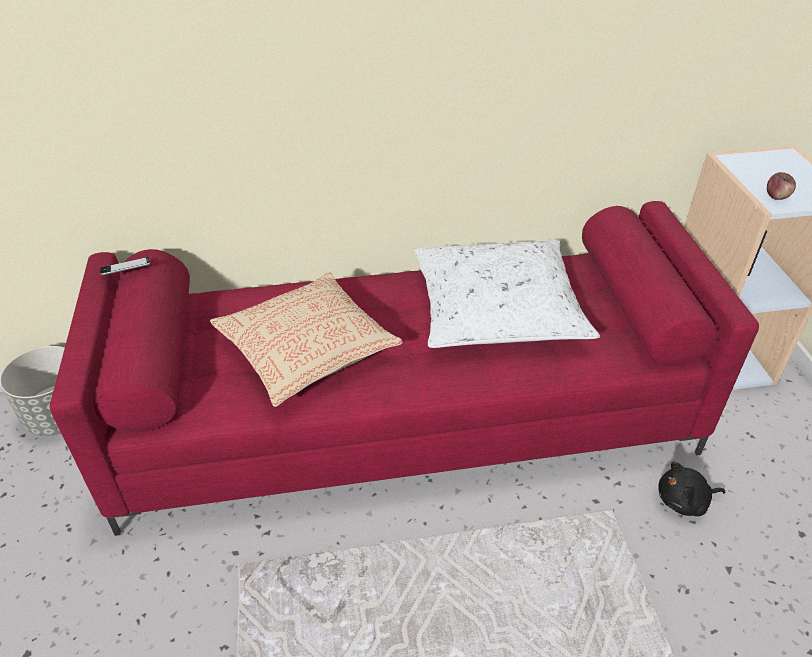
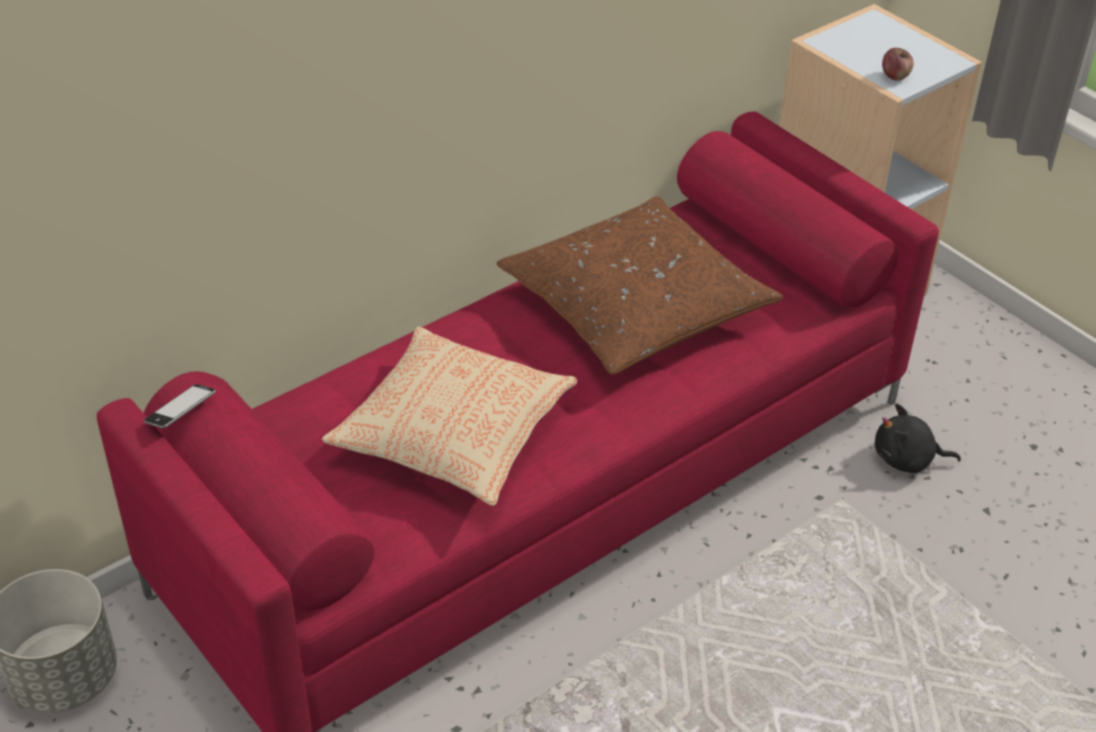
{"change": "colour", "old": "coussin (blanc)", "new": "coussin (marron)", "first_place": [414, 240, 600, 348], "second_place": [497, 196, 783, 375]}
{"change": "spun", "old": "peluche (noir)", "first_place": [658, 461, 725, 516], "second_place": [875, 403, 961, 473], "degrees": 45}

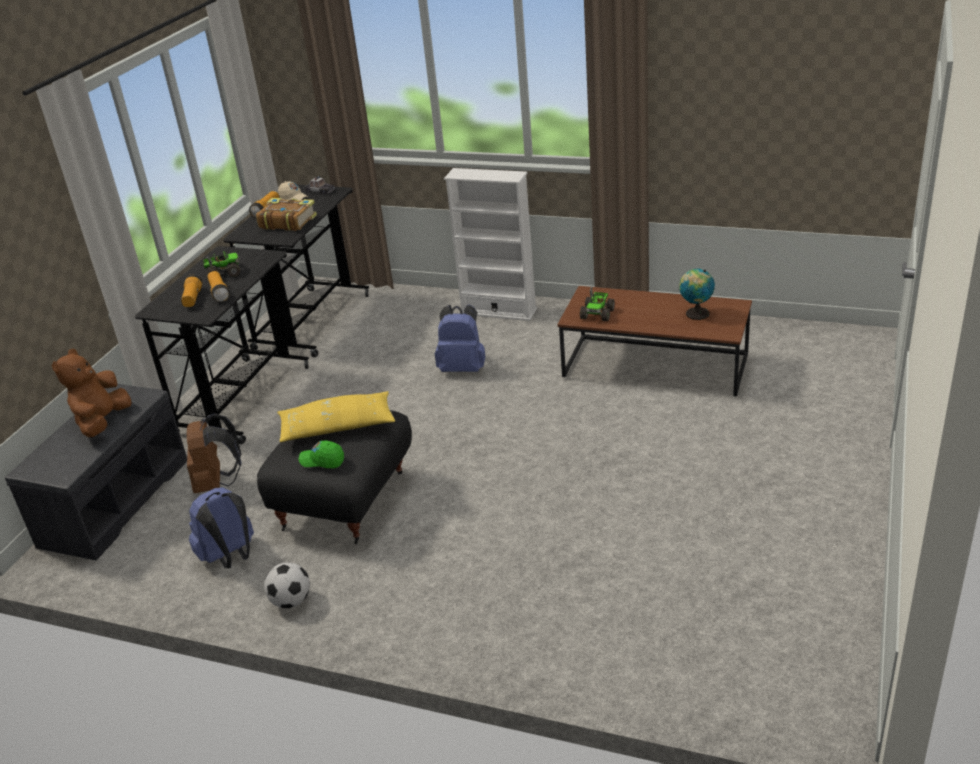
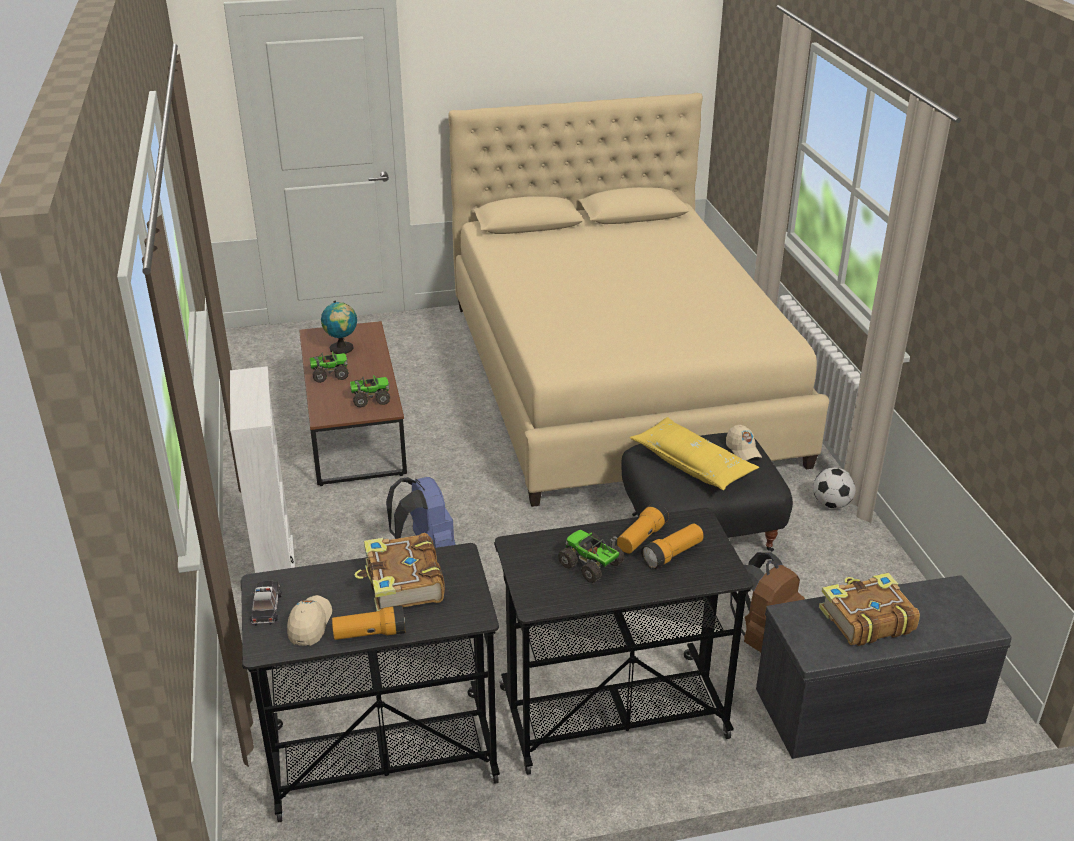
{"change": "exchanged", "old": "peluche (marron)", "new": "livre", "first_place": [52, 349, 132, 437], "second_place": [819, 573, 920, 646]}
{"change": "colour", "old": "casquette (vert)", "new": "casquette (beige)", "first_place": [299, 441, 344, 468], "second_place": [726, 425, 762, 461]}
{"change": "missing", "old": "sac à dos (bleu)", "first_place": [189, 487, 254, 568]}
{"change": "appeared", "new": "lit (beige)", "second_place": [448, 93, 829, 507]}
{"change": "appeared", "new": "camion jouet", "second_place": [309, 351, 349, 383]}

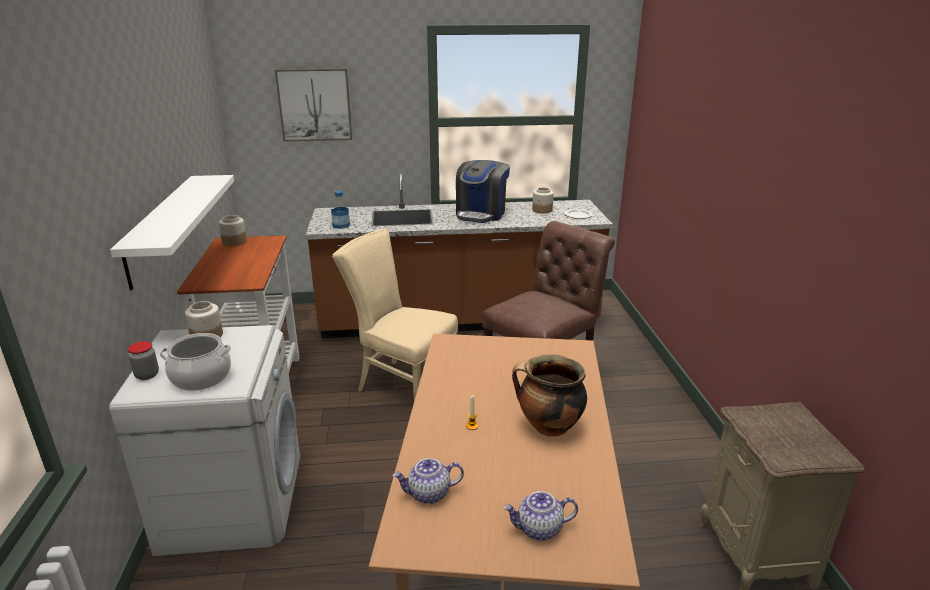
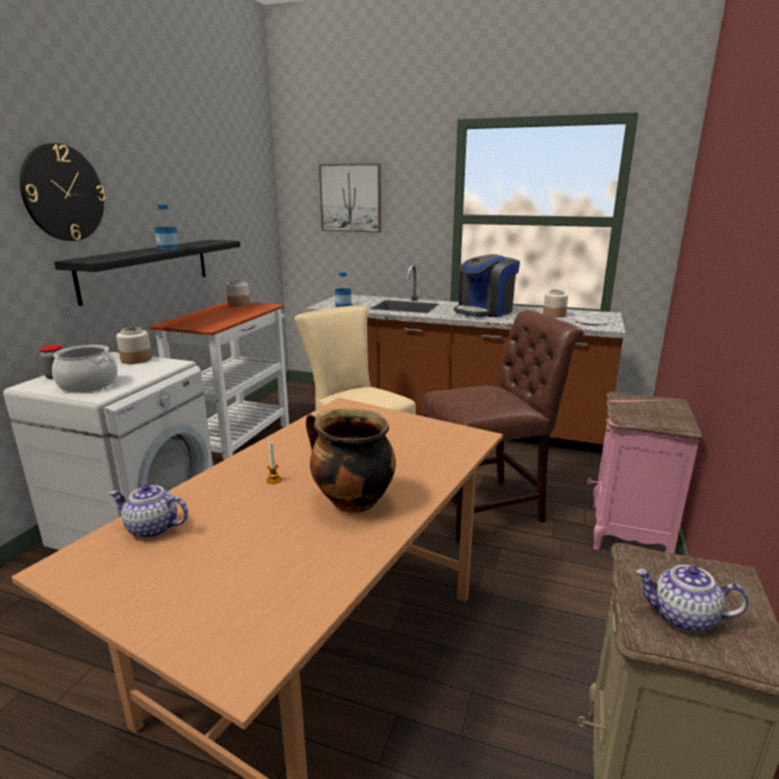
{"change": "colour", "old": "étagère (blanc)", "new": "étagère (noir)", "first_place": [110, 175, 234, 291], "second_place": [54, 240, 240, 306]}
{"change": "relocated", "old": "théière", "first_place": [503, 491, 578, 541], "second_place": [636, 565, 749, 633]}
{"change": "appeared", "new": "horloge murale", "second_place": [20, 143, 106, 241]}
{"change": "appeared", "new": "bouteille", "second_place": [154, 204, 179, 250]}
{"change": "appeared", "new": "table de chevet (rose)", "second_place": [587, 392, 702, 554]}

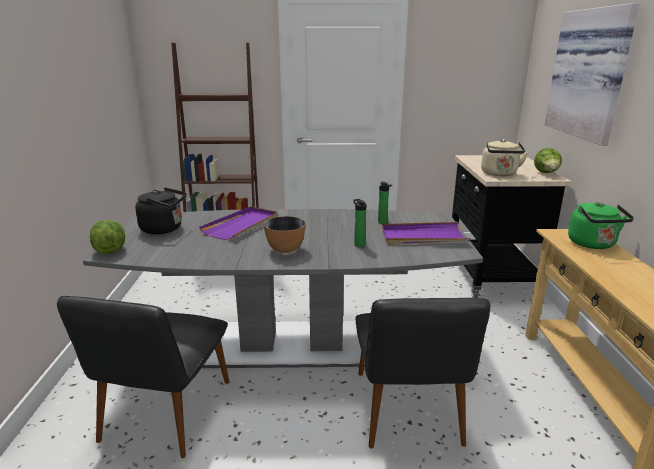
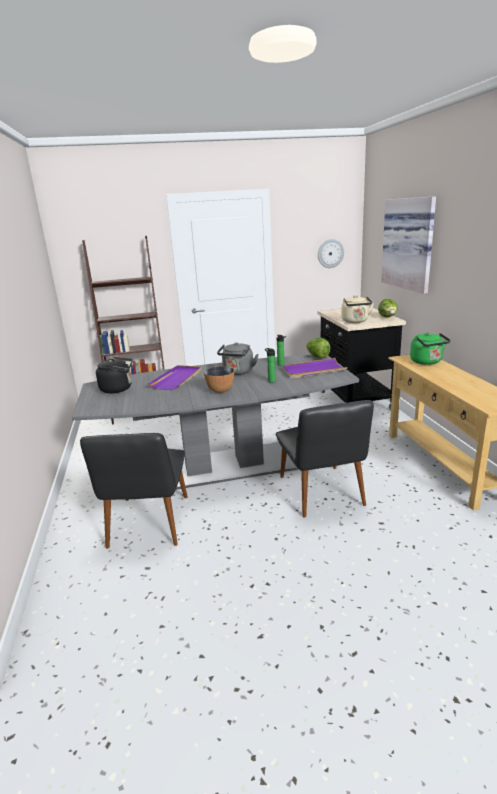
{"change": "relocated", "old": "laitue", "first_place": [90, 220, 125, 254], "second_place": [306, 338, 330, 358]}
{"change": "appeared", "new": "horloge murale", "second_place": [318, 239, 344, 268]}
{"change": "appeared", "new": "bouilloire (gris)", "second_place": [217, 342, 259, 375]}

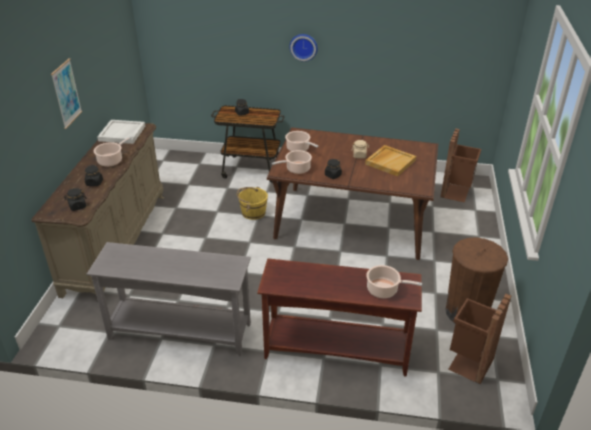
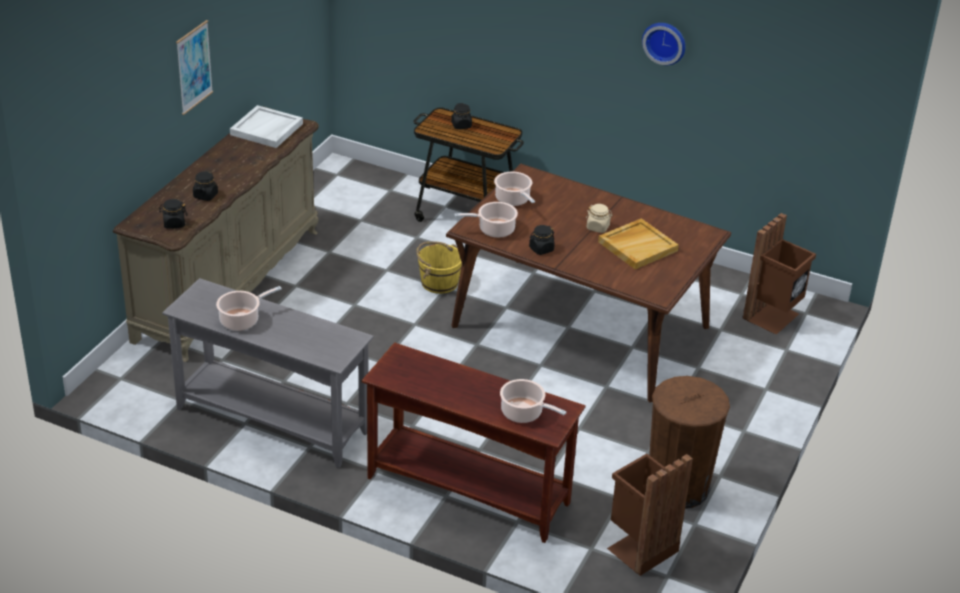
{"change": "relocated", "old": "horloge murale", "first_place": [290, 34, 318, 61], "second_place": [642, 23, 685, 65]}
{"change": "relocated", "old": "marmite", "first_place": [94, 136, 133, 167], "second_place": [216, 286, 282, 331]}

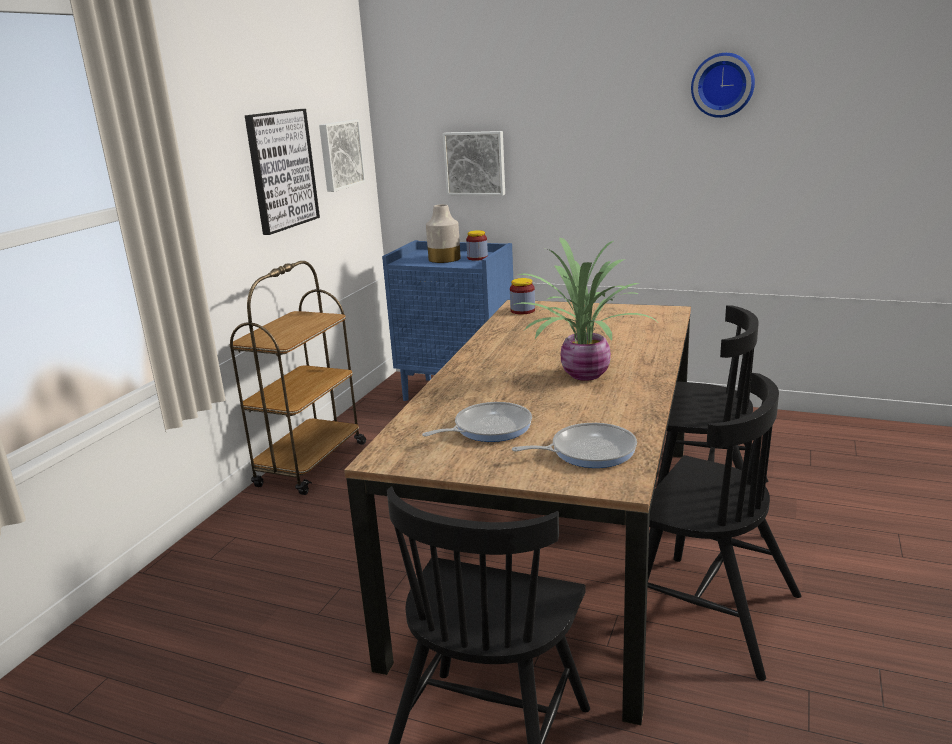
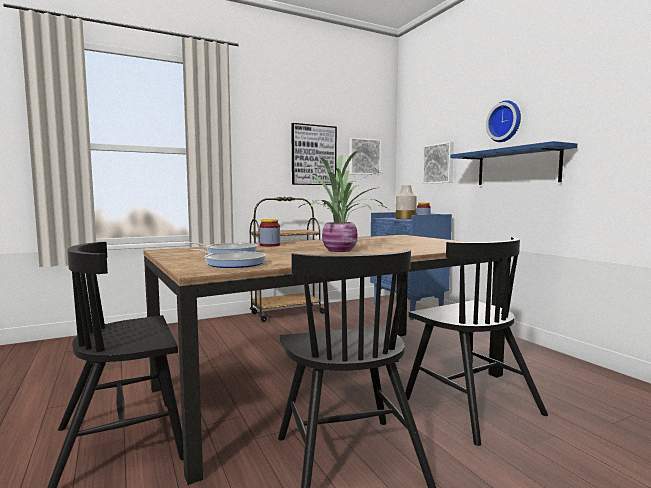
{"change": "relocated", "old": "horloge murale", "first_place": [691, 53, 755, 118], "second_place": [486, 100, 521, 142]}
{"change": "relocated", "old": "bocal", "first_place": [510, 278, 535, 314], "second_place": [259, 219, 280, 247]}
{"change": "appeared", "new": "étagère (bleu)", "second_place": [450, 141, 577, 185]}

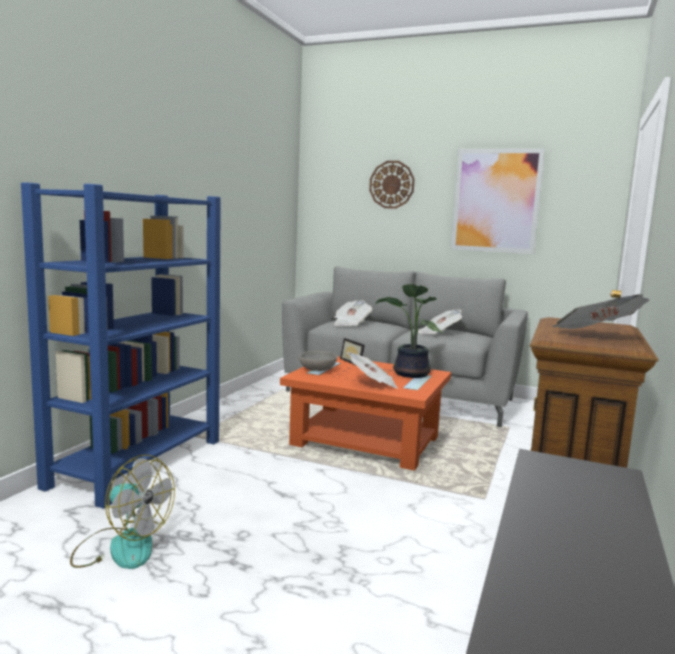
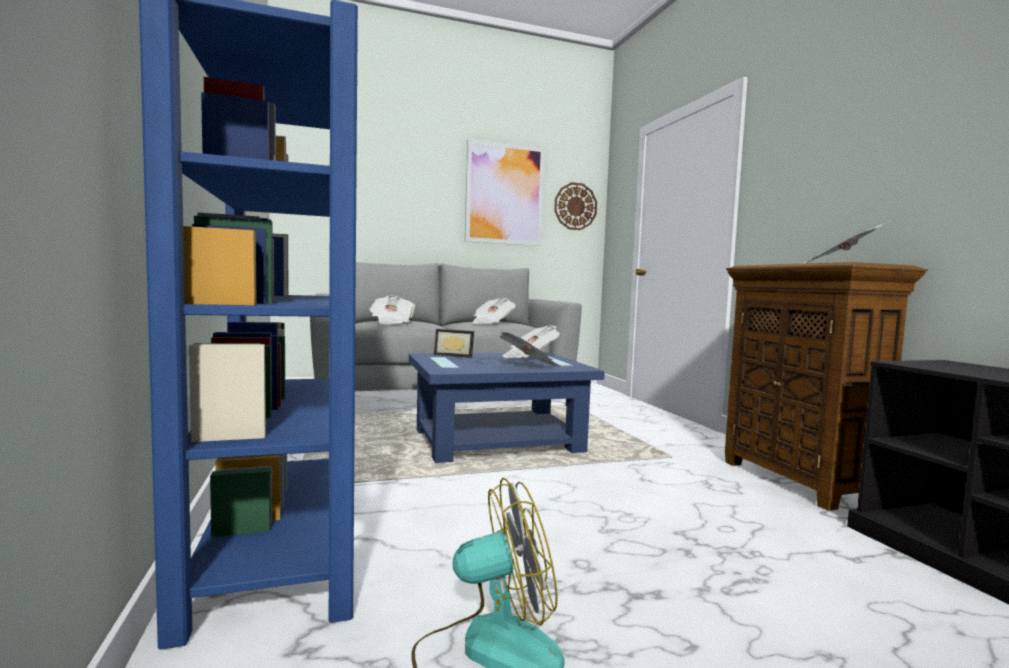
{"change": "relocated", "old": "horloge murale", "first_place": [369, 161, 415, 209], "second_place": [554, 182, 597, 230]}
{"change": "exchanged", "old": "plante en pot", "new": "journal", "first_place": [375, 284, 443, 378], "second_place": [502, 325, 560, 358]}
{"change": "missing", "old": "bol (gris)", "first_place": [299, 351, 338, 371]}
{"change": "colour", "old": "table basse (orange)", "new": "table basse (bleu)", "first_place": [280, 356, 451, 471], "second_place": [409, 353, 605, 463]}

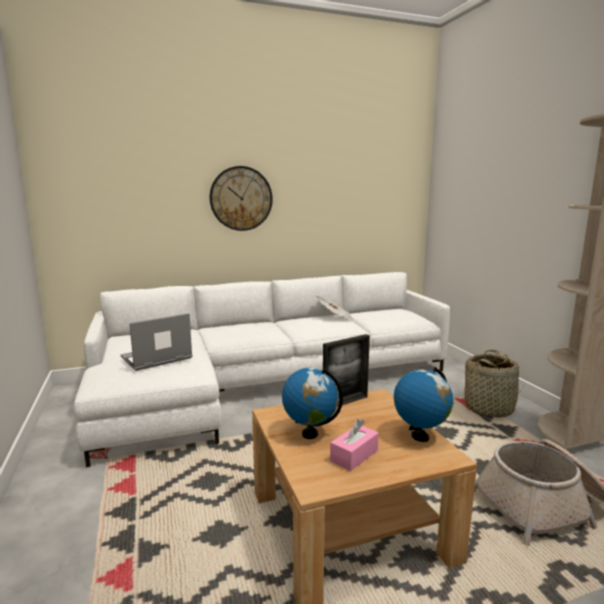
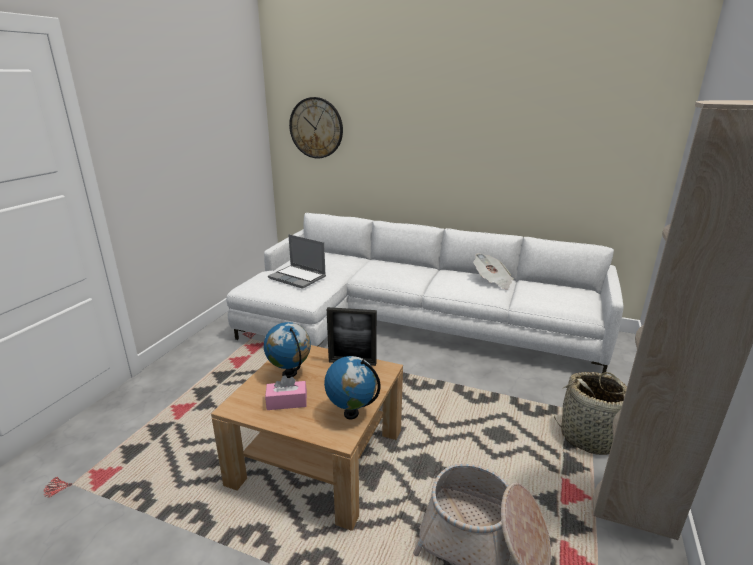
{"change": "relocated", "old": "horloge murale", "first_place": [210, 166, 273, 231], "second_place": [289, 97, 343, 158]}
{"change": "spun", "old": "ordinateur portable", "first_place": [121, 313, 193, 371], "second_place": [268, 234, 326, 289], "degrees": -150}

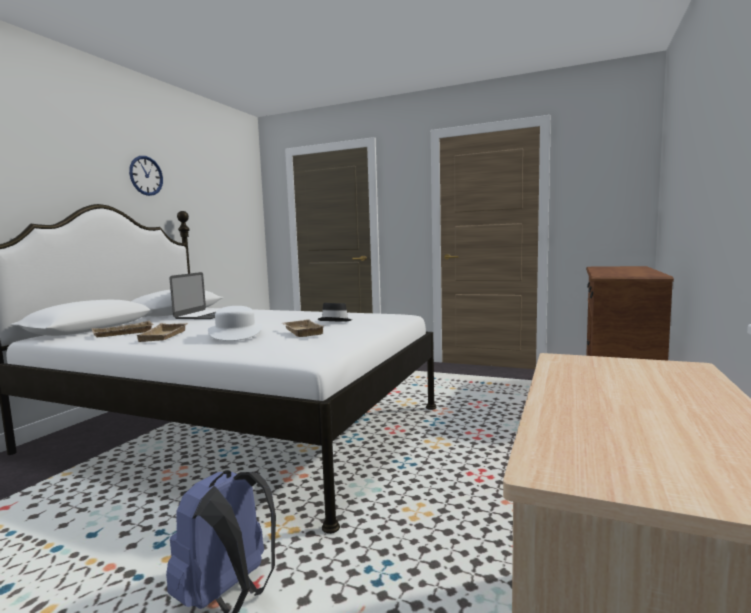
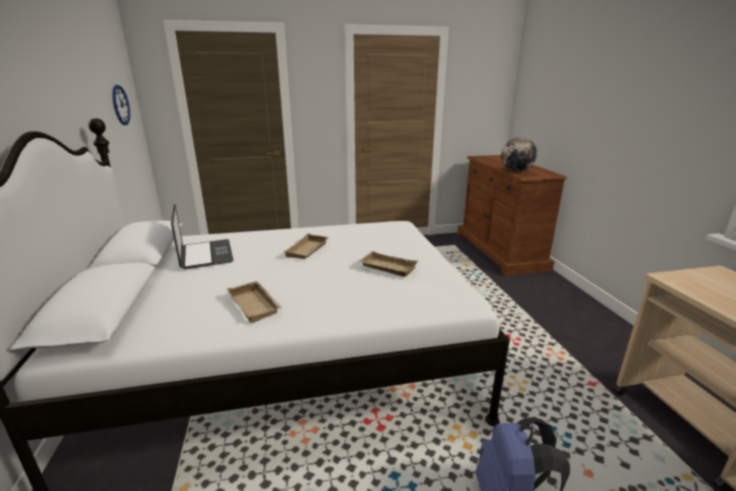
{"change": "relocated", "old": "horloge murale", "first_place": [129, 156, 163, 196], "second_place": [112, 85, 131, 125]}
{"change": "missing", "old": "chapeau (noir)", "first_place": [318, 303, 352, 322]}
{"change": "missing", "old": "chapeau (blanc)", "first_place": [208, 306, 262, 341]}
{"change": "relocated", "old": "plateau (beige)", "first_place": [91, 321, 154, 338], "second_place": [283, 233, 329, 259]}
{"change": "appeared", "new": "globe", "second_place": [501, 137, 537, 172]}

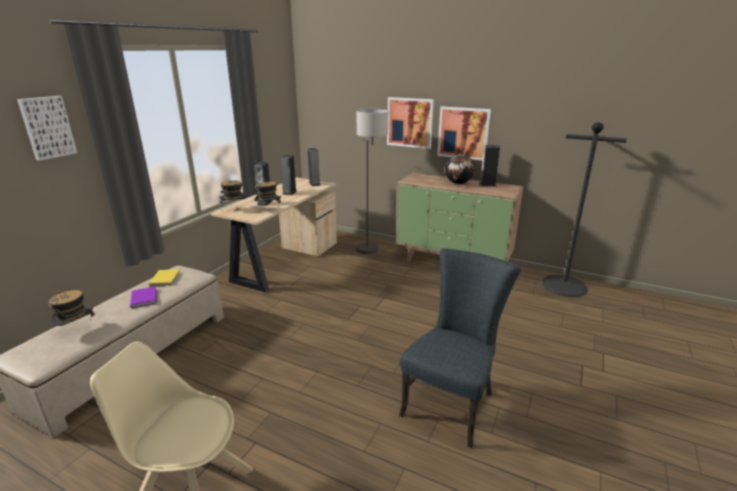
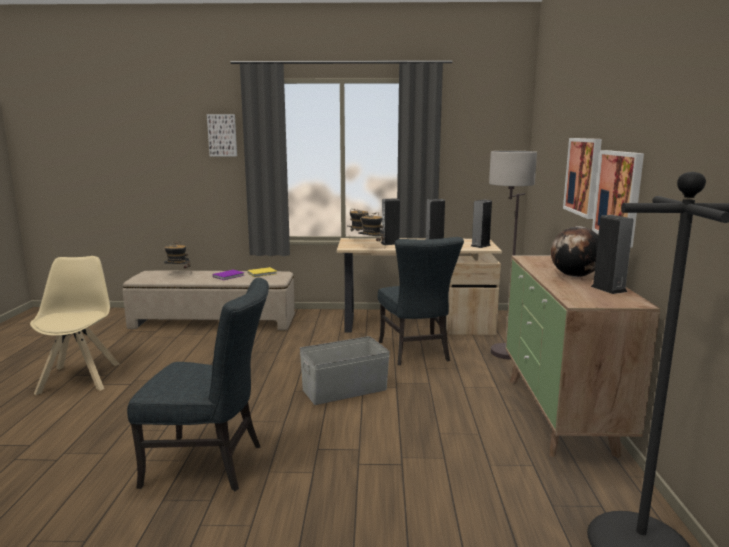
{"change": "appeared", "new": "chaise (gris)", "second_place": [378, 237, 464, 366]}
{"change": "appeared", "new": "boîte de rangement (gris)", "second_place": [299, 336, 390, 405]}

